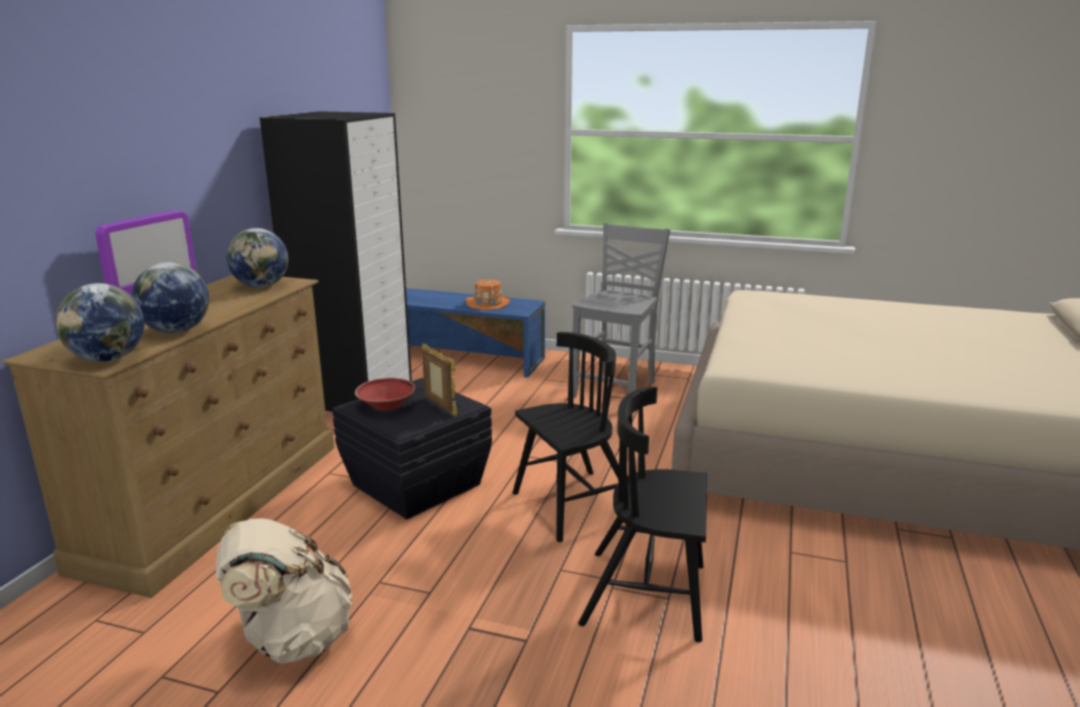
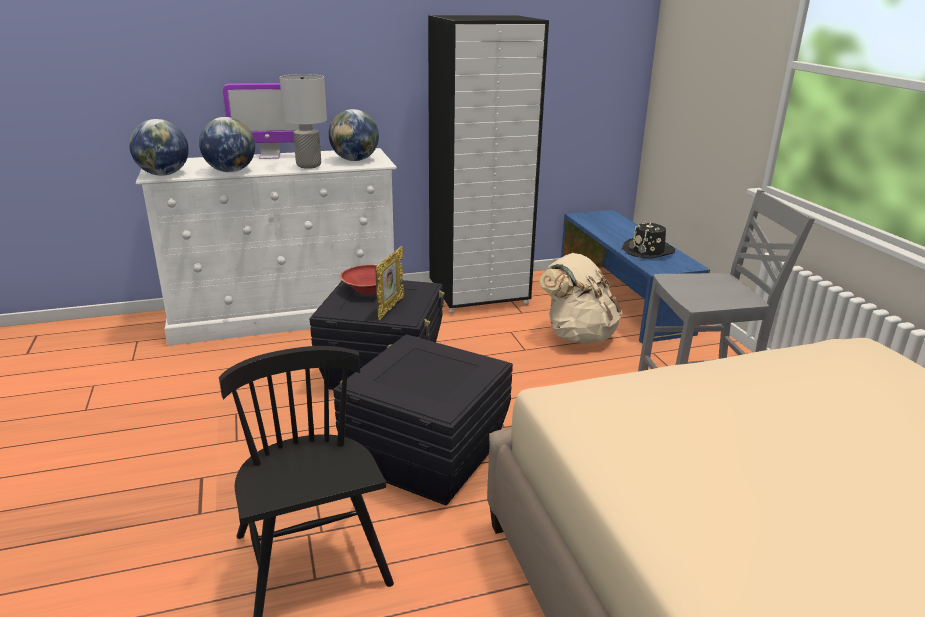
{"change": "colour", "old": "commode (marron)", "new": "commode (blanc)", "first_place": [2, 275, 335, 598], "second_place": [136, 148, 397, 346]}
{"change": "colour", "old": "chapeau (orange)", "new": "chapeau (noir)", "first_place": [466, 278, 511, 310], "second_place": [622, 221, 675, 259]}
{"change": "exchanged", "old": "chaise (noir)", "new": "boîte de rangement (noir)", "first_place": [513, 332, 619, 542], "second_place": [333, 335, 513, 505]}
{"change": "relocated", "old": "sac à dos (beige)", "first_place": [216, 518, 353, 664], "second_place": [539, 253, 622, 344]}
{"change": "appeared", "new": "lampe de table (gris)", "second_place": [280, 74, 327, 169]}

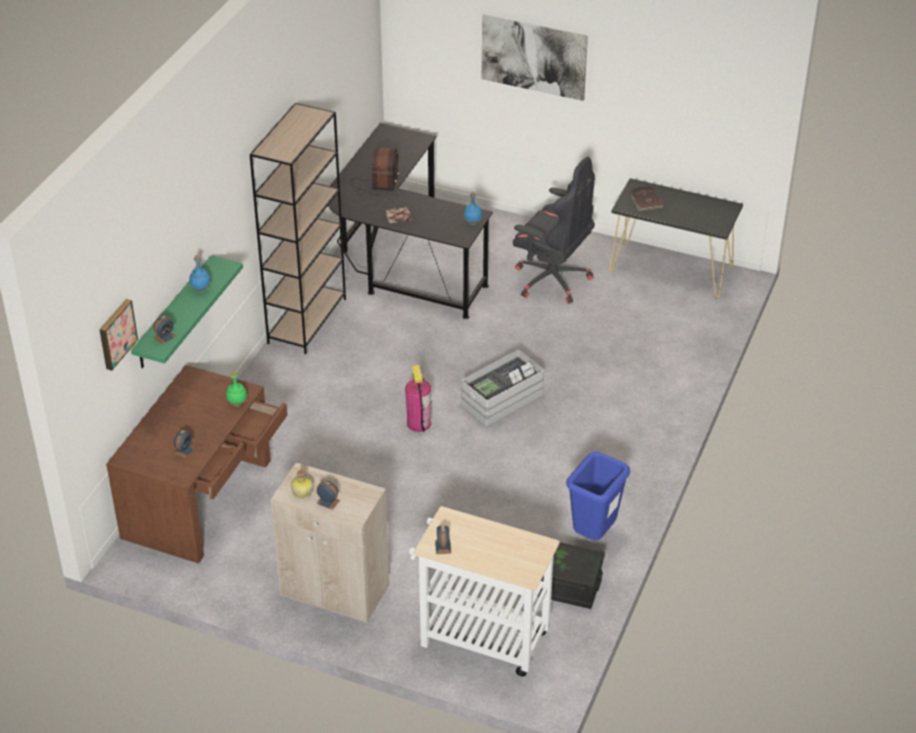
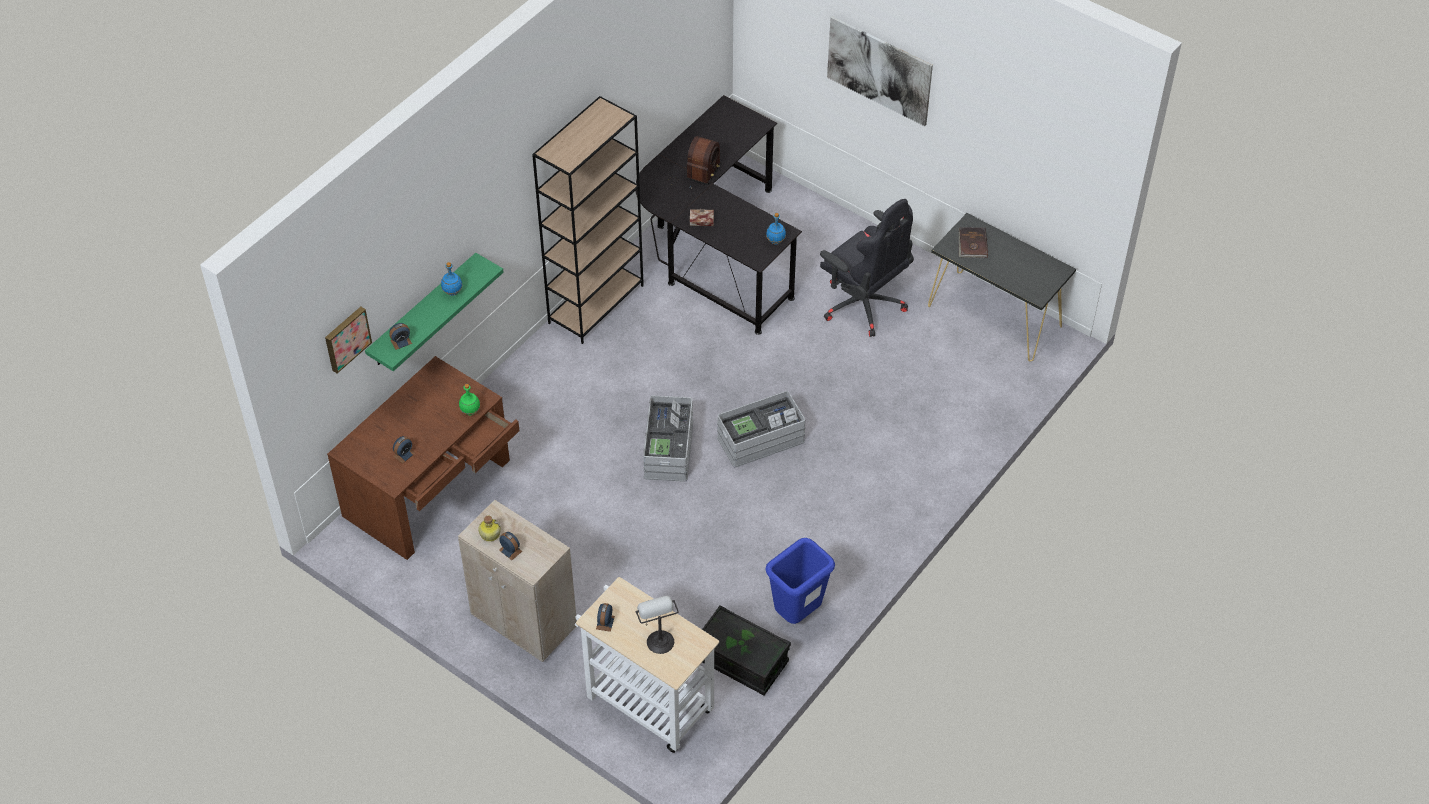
{"change": "exchanged", "old": "extincteur", "new": "boîte de rangement (gris)", "first_place": [405, 365, 431, 432], "second_place": [643, 395, 693, 482]}
{"change": "appeared", "new": "lampe de table", "second_place": [636, 596, 679, 654]}

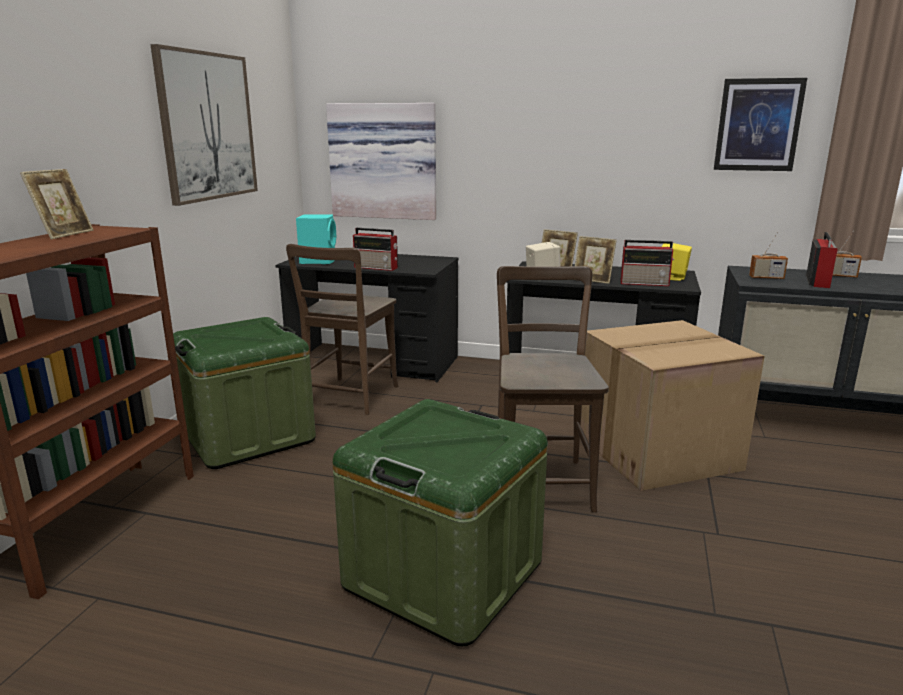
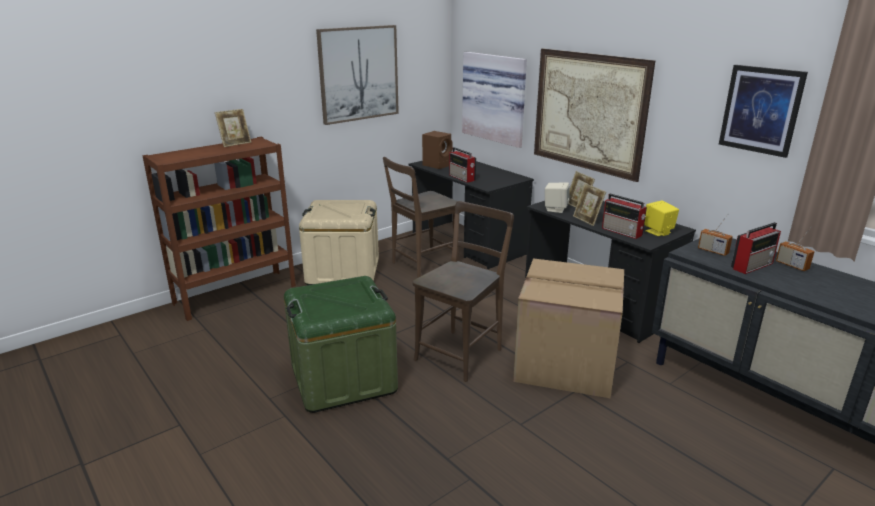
{"change": "colour", "old": "enceinte (turquoise)", "new": "enceinte (marron)", "first_place": [296, 214, 336, 264], "second_place": [422, 131, 452, 169]}
{"change": "colour", "old": "boîte de rangement (vert)", "new": "boîte de rangement (beige)", "first_place": [173, 317, 316, 469], "second_place": [299, 200, 379, 285]}
{"change": "appeared", "new": "tableau", "second_place": [534, 49, 656, 182]}

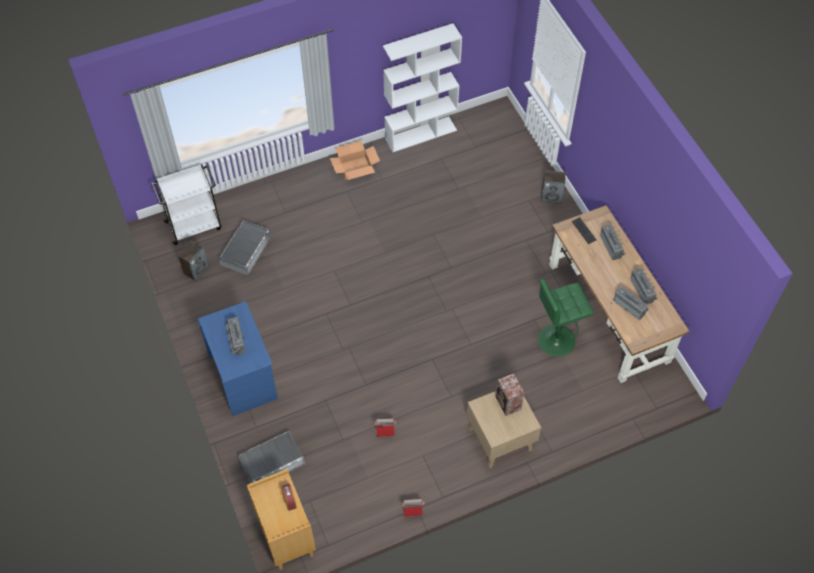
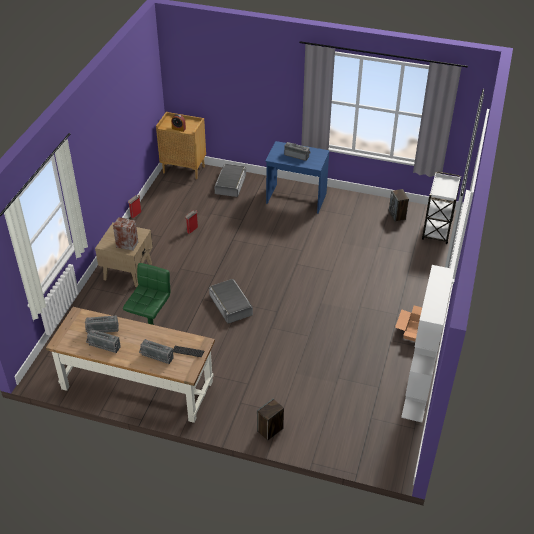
{"change": "relocated", "old": "boîte de rangement (gris)", "first_place": [219, 220, 271, 275], "second_place": [209, 279, 253, 324]}

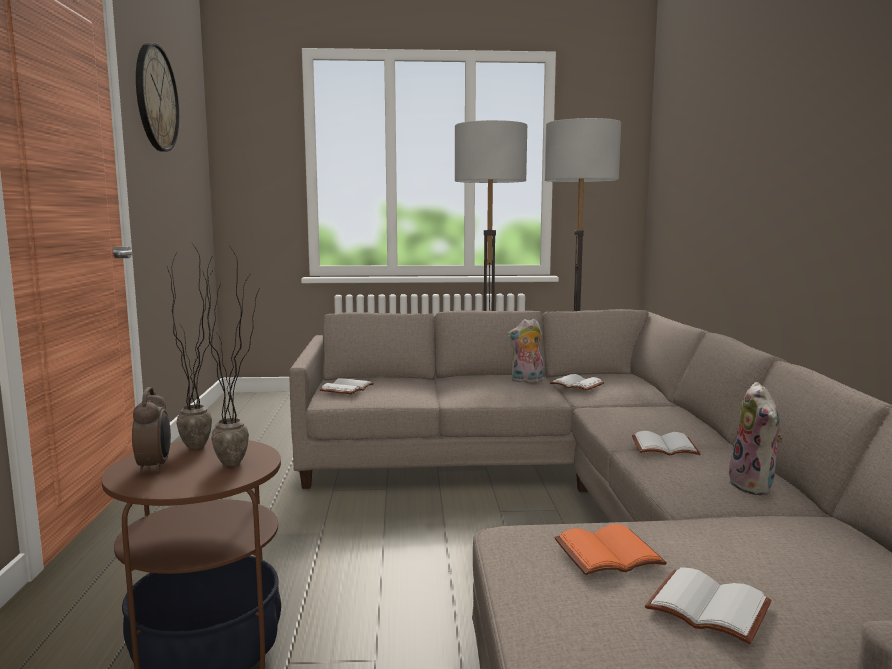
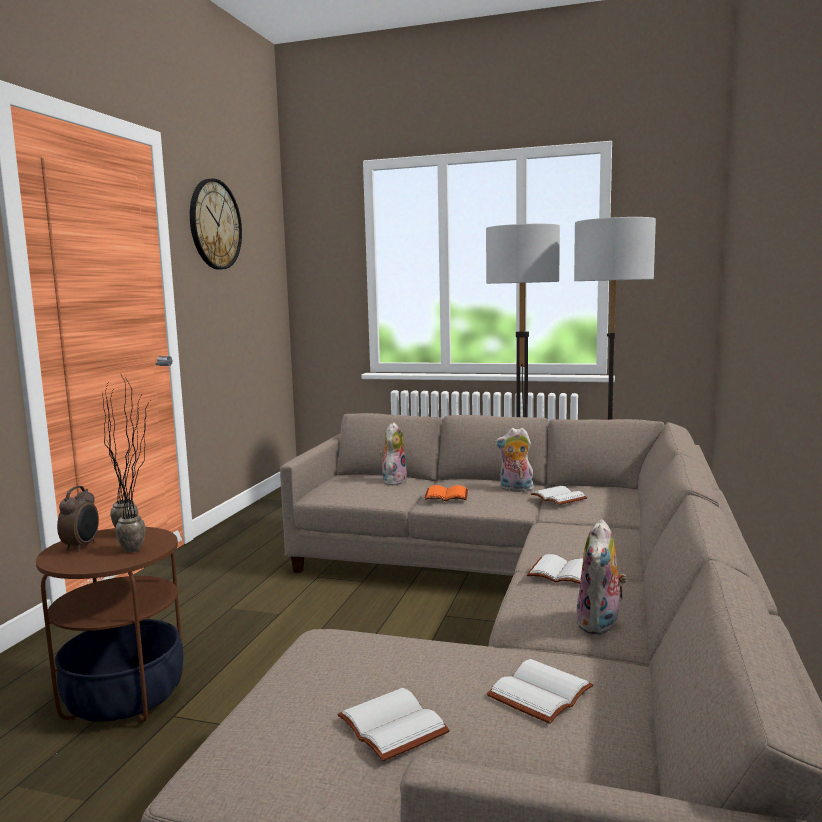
{"change": "relocated", "old": "livre (blanc)", "first_place": [320, 378, 374, 395], "second_place": [487, 659, 593, 724]}
{"change": "relocated", "old": "livre (orange)", "first_place": [554, 524, 667, 575], "second_place": [424, 485, 468, 501]}
{"change": "appeared", "new": "peluche", "second_place": [380, 422, 407, 485]}

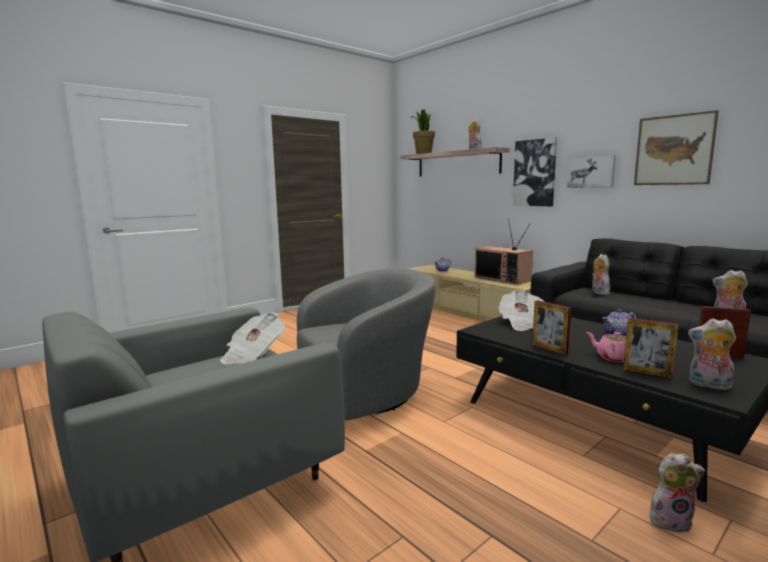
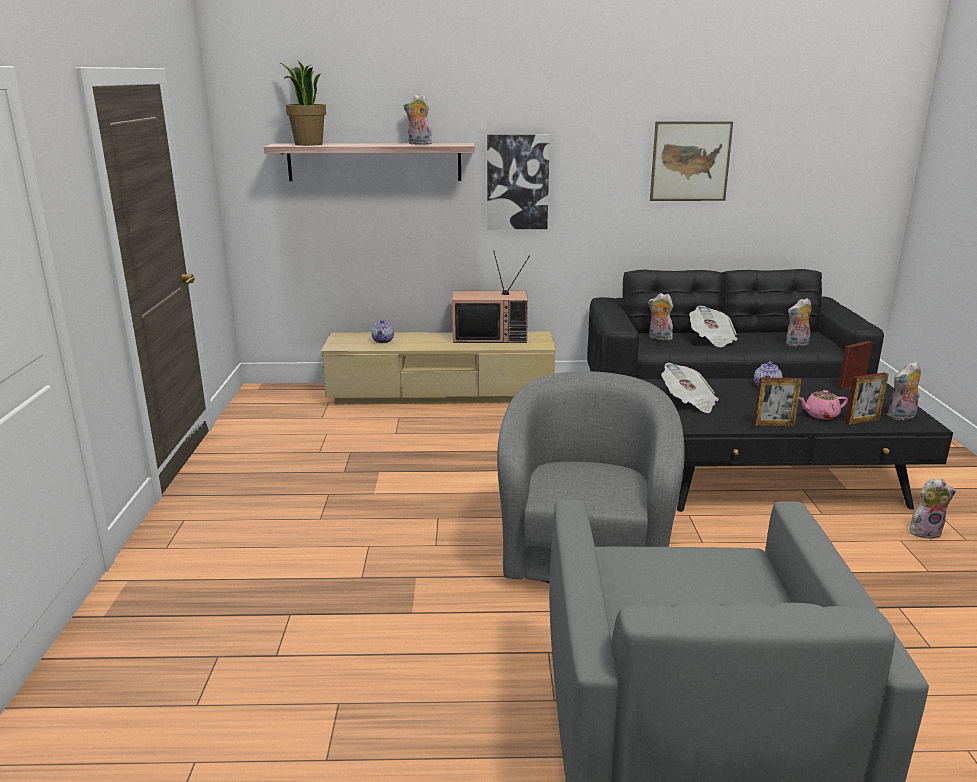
{"change": "missing", "old": "tableau", "first_place": [567, 155, 616, 188]}
{"change": "relocated", "old": "journal", "first_place": [220, 312, 285, 364], "second_place": [689, 306, 738, 347]}
{"change": "spun", "old": "peluche", "first_place": [650, 453, 705, 533], "second_place": [910, 478, 956, 539], "degrees": 45}

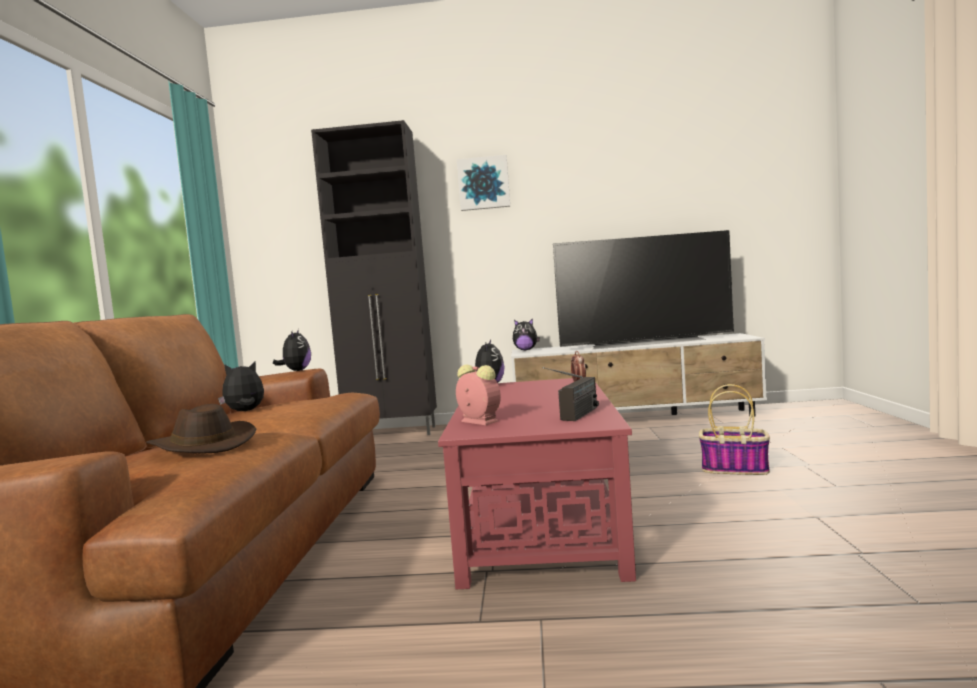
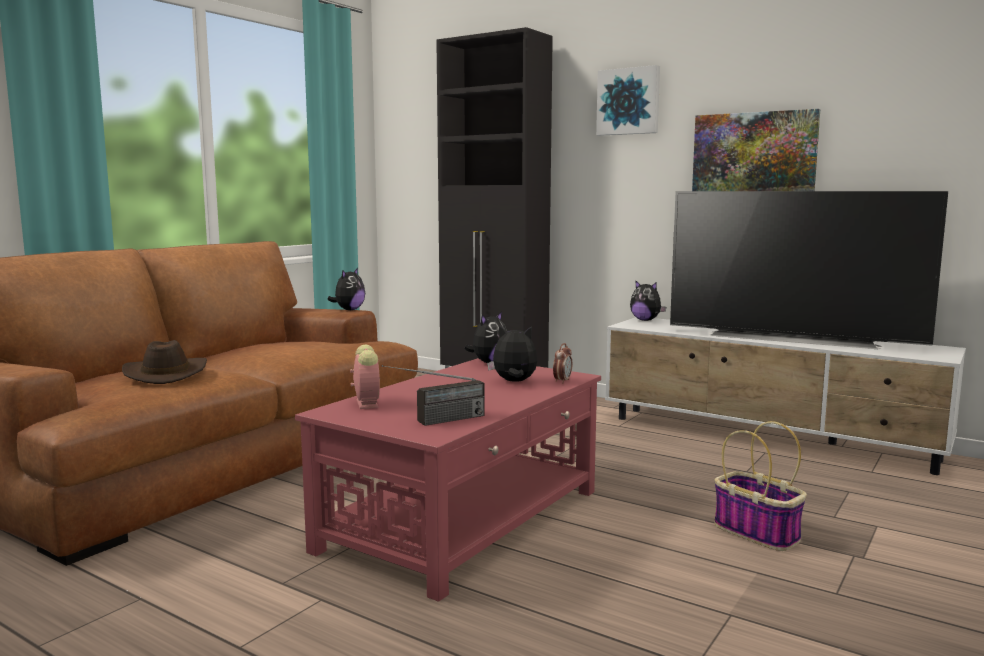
{"change": "relocated", "old": "peluche", "first_place": [218, 362, 264, 411], "second_place": [487, 325, 537, 382]}
{"change": "appeared", "new": "tableau", "second_place": [692, 109, 820, 191]}

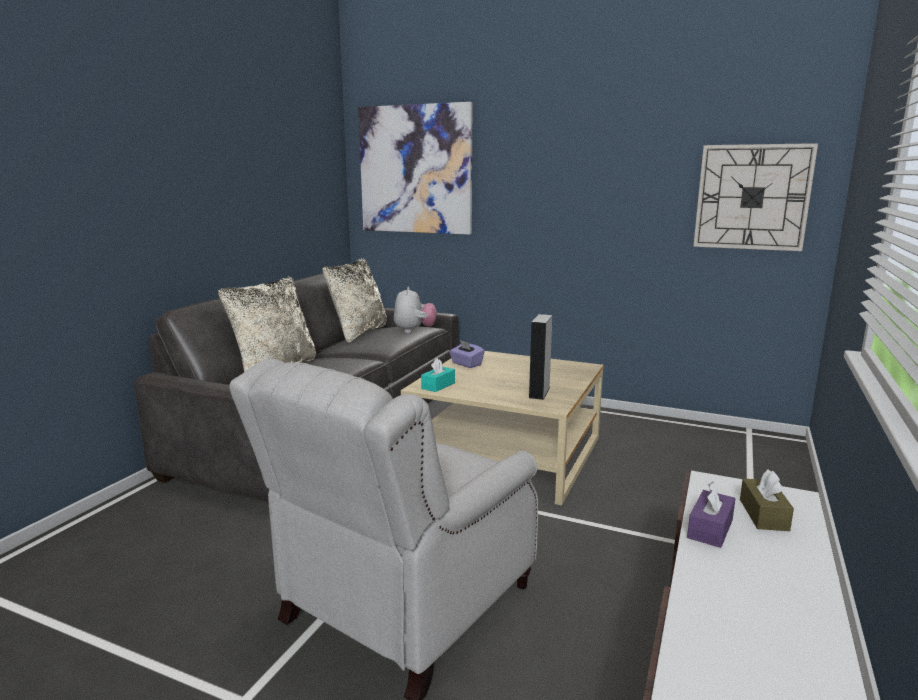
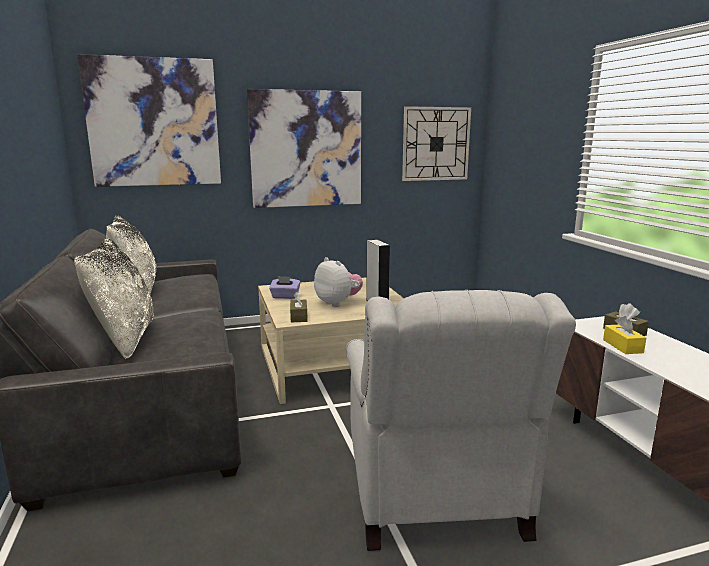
{"change": "relocated", "old": "peluche", "first_place": [394, 287, 436, 333], "second_place": [314, 257, 363, 307]}
{"change": "colour", "old": "boîte à mouchoirs (turquoise)", "new": "boîte à mouchoirs (marron)", "first_place": [421, 358, 455, 392], "second_place": [290, 292, 308, 323]}
{"change": "colour", "old": "boîte à mouchoirs (violet)", "new": "boîte à mouchoirs (jaune)", "first_place": [687, 482, 736, 548], "second_place": [603, 316, 646, 354]}
{"change": "appeared", "new": "tableau", "second_place": [247, 89, 361, 208]}

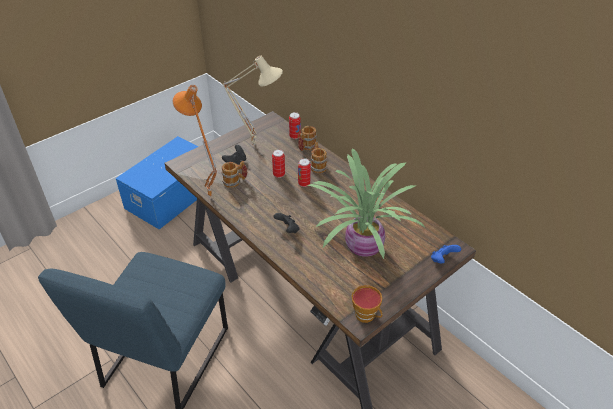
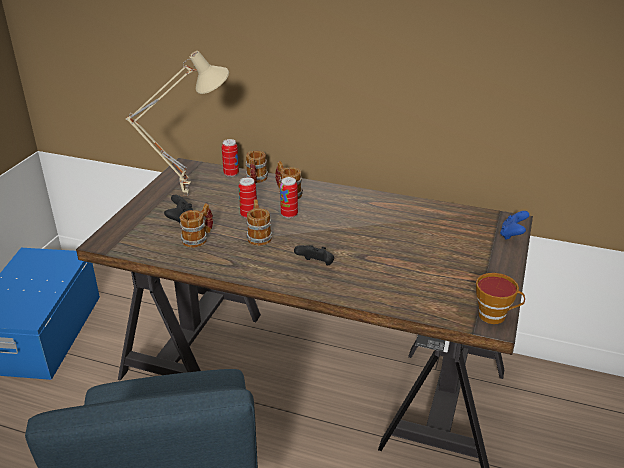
{"change": "missing", "old": "lampe de table (orange)", "first_place": [173, 85, 217, 198]}
{"change": "missing", "old": "plante en pot", "first_place": [307, 149, 426, 259]}
{"change": "appeared", "new": "mug", "second_place": [246, 199, 272, 246]}

